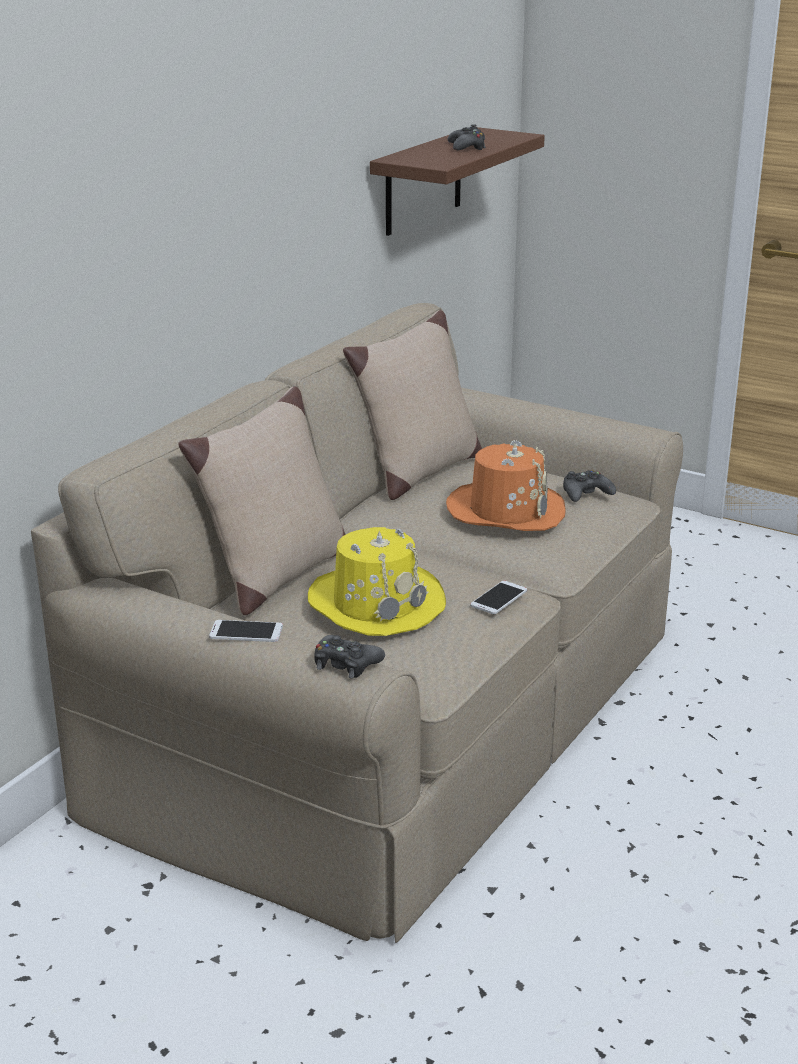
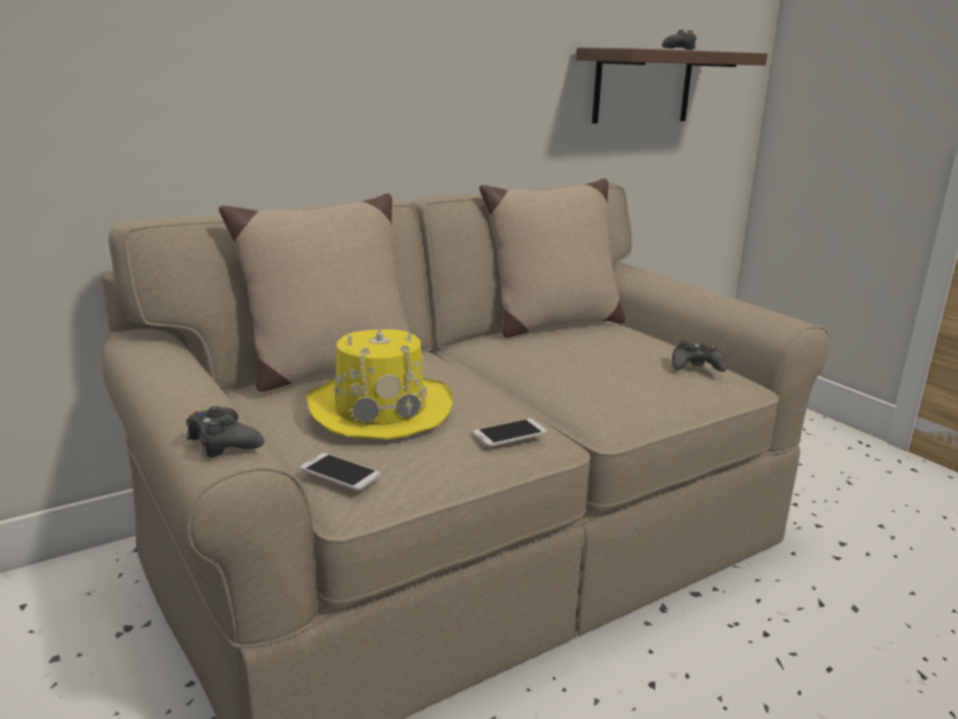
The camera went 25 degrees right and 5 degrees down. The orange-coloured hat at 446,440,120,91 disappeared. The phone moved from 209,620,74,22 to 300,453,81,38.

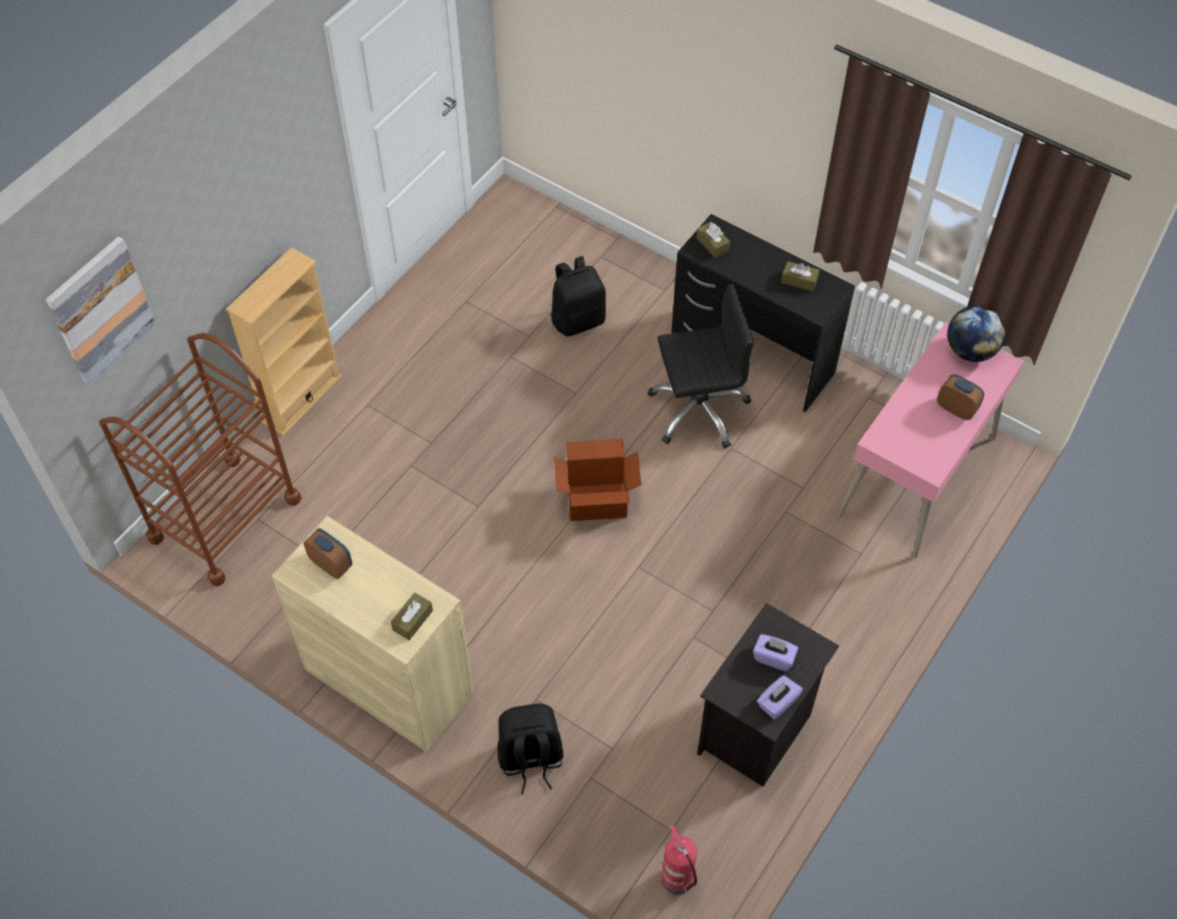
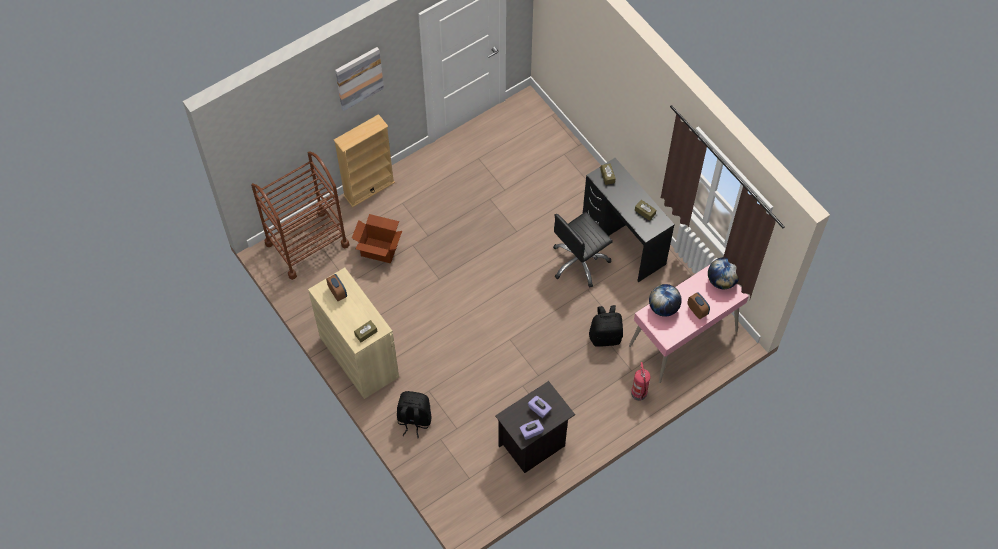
The camera went 20 degrees right and 5 degrees up. The wall art moved from 46,236,109,148 to 335,47,49,64. The blackish rucksack moved from 551,256,55,81 to 589,305,34,42. The blackish desk chair at 648,284,106,165 turned 135 degrees clockwise. The cardboard box moved from 554,439,87,82 to 352,214,50,49. The fire-fighting cylinder moved from 661,825,36,70 to 631,362,20,39. The globe at 649,284,33,33 appeared.

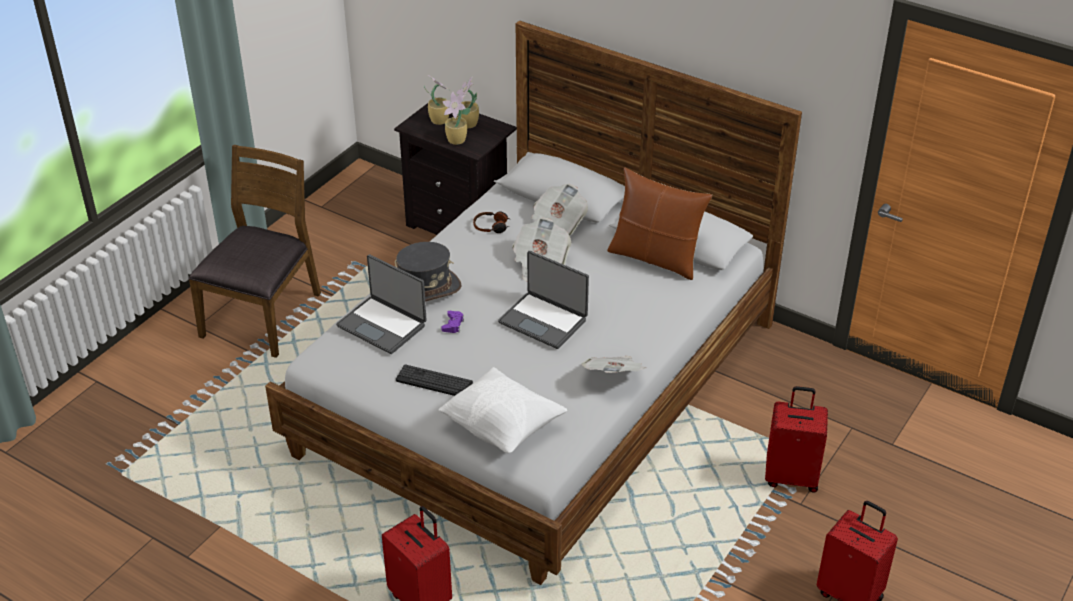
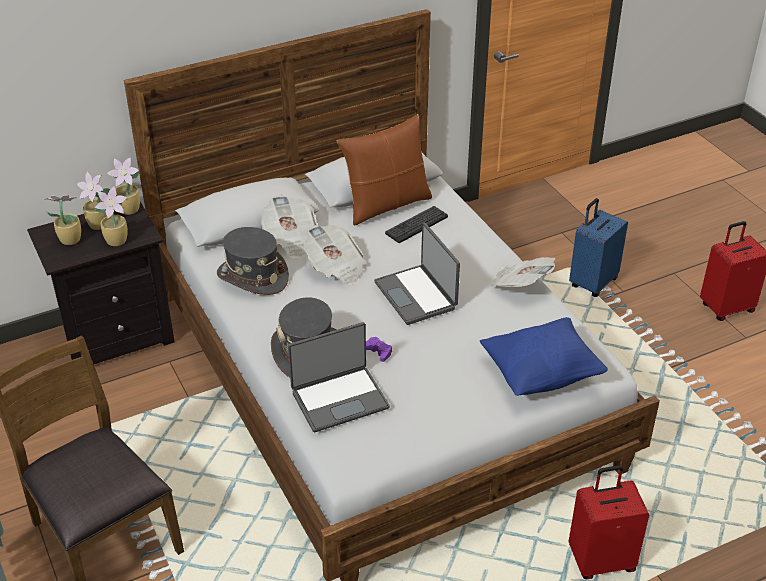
The camera went 60 degrees left and 0 degrees up. The pair of headphones at 473,211,37,22 was replaced by the greyish hat at 217,227,72,68. The portable computer at 498,251,91,98 turned 90 degrees clockwise. The keyboard moved from 396,364,77,32 to 385,206,63,37. The white-coloured pillow at 439,367,128,86 became the bluish pillow at 480,317,128,79. The red-coloured suitcase at 765,386,63,107 became the bluish suitcase at 569,198,59,99. The plant in a pot at 107,158,33,57 appeared.

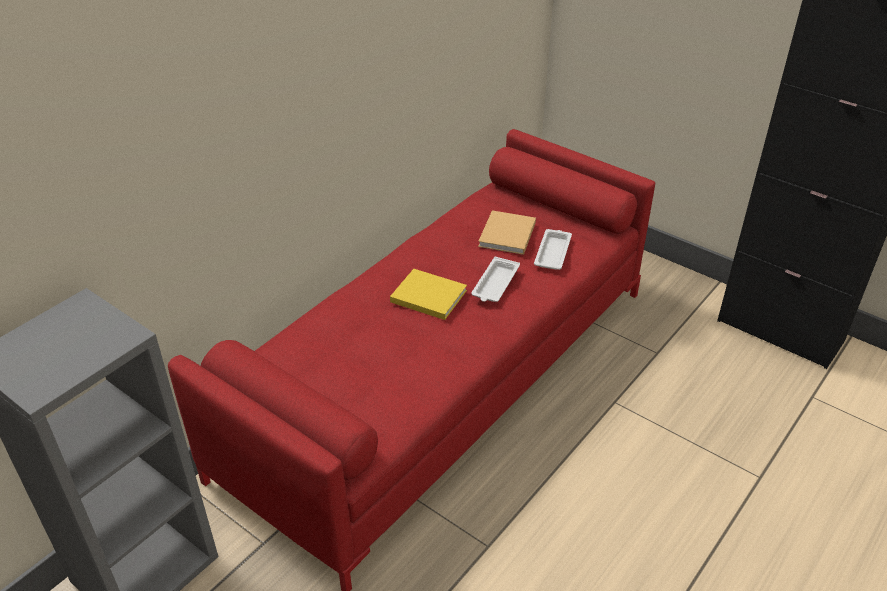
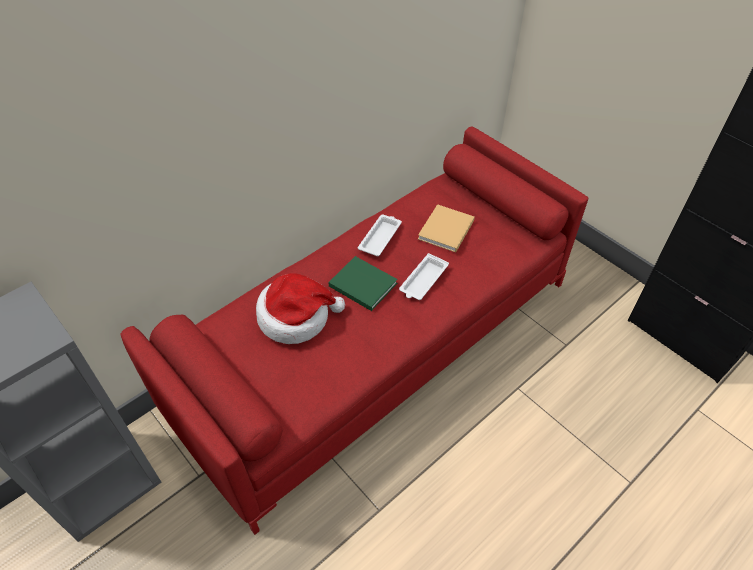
The camera went 10 degrees right and 10 degrees up. The white-coloured serving tray moved from 534,229,38,41 to 358,214,44,42. The yellow bound book at 390,269,77,51 became the green bound book at 328,256,70,55. The hat at 256,273,89,71 appeared.

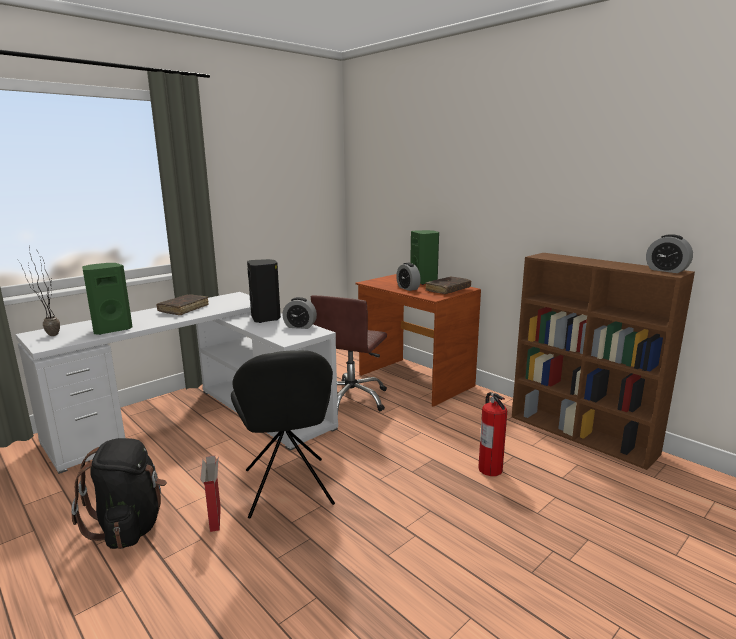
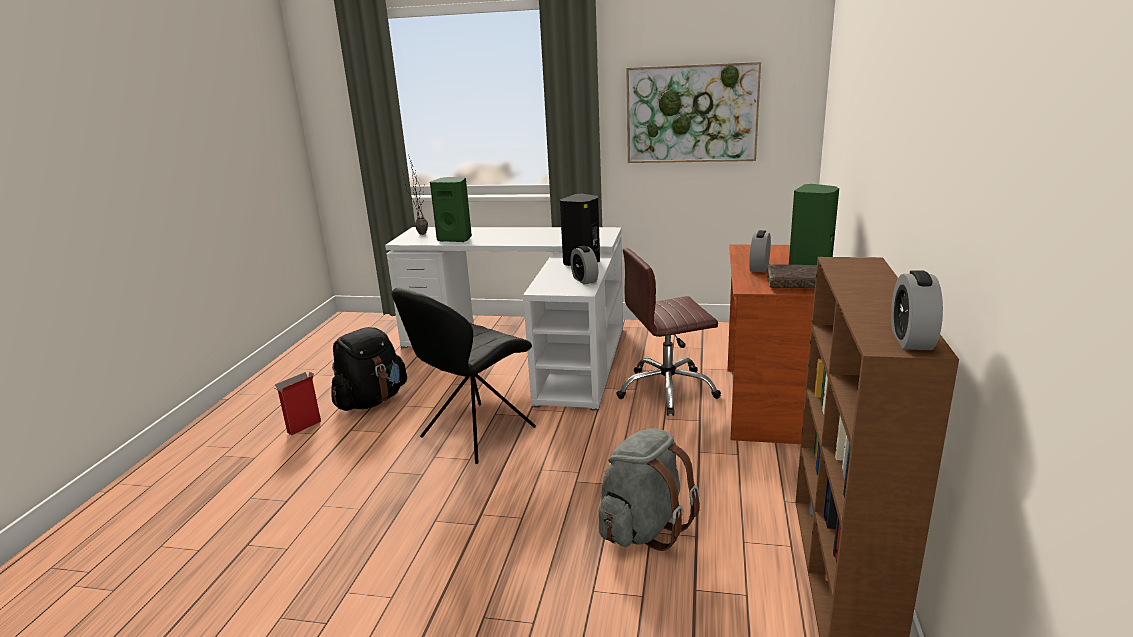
The camera went 55 degrees right and 5 degrees up. The brownish bound book at 156,294,53,21 disappeared. The fire-fighting cylinder at 478,392,29,84 was replaced by the greyish rucksack at 599,428,101,123. The cardboard box moved from 200,456,21,76 to 273,372,48,63. The wall art at 626,62,135,101 appeared.

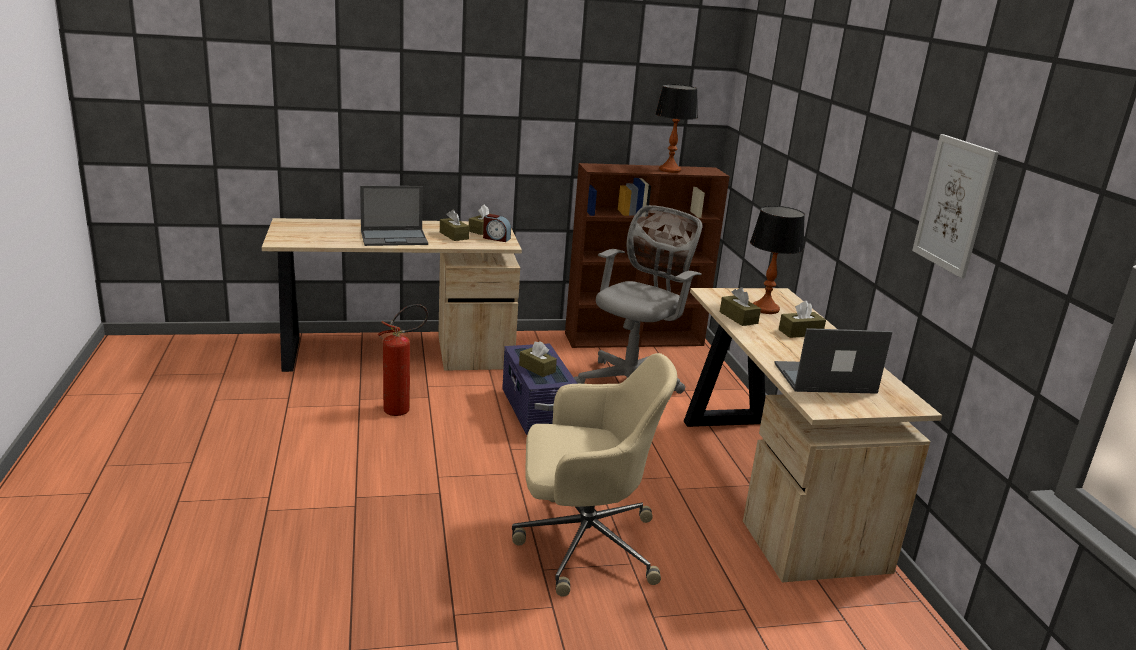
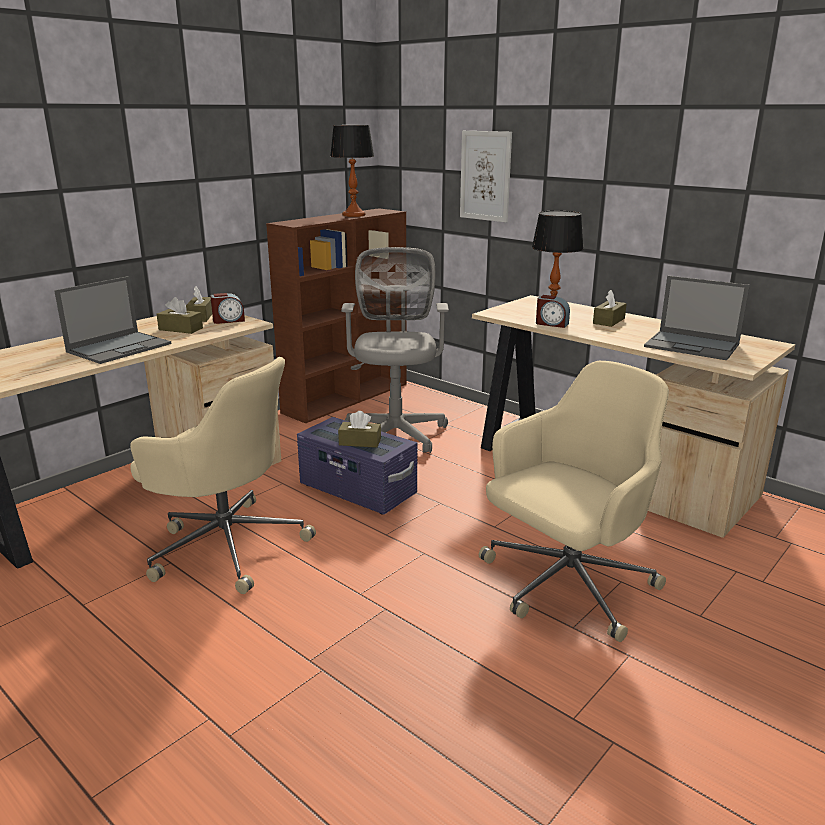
The camera went 35 degrees left and 0 degrees up. The wall art moved from 912,134,87,145 to 460,131,52,91. The brownish tissue holder at 720,287,41,39 was replaced by the table clock at 536,295,34,33. The fire-fighting cylinder at 378,304,50,112 was replaced by the beige desk chair at 130,357,186,237. The portable computer at 774,328,118,66 turned 105 degrees counterclockwise.

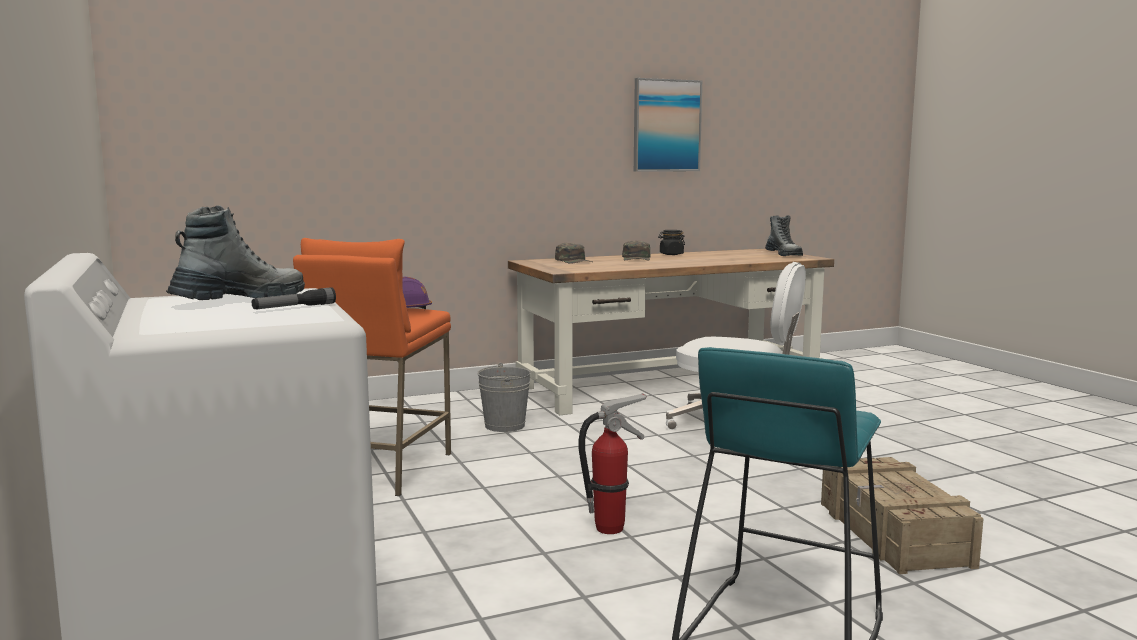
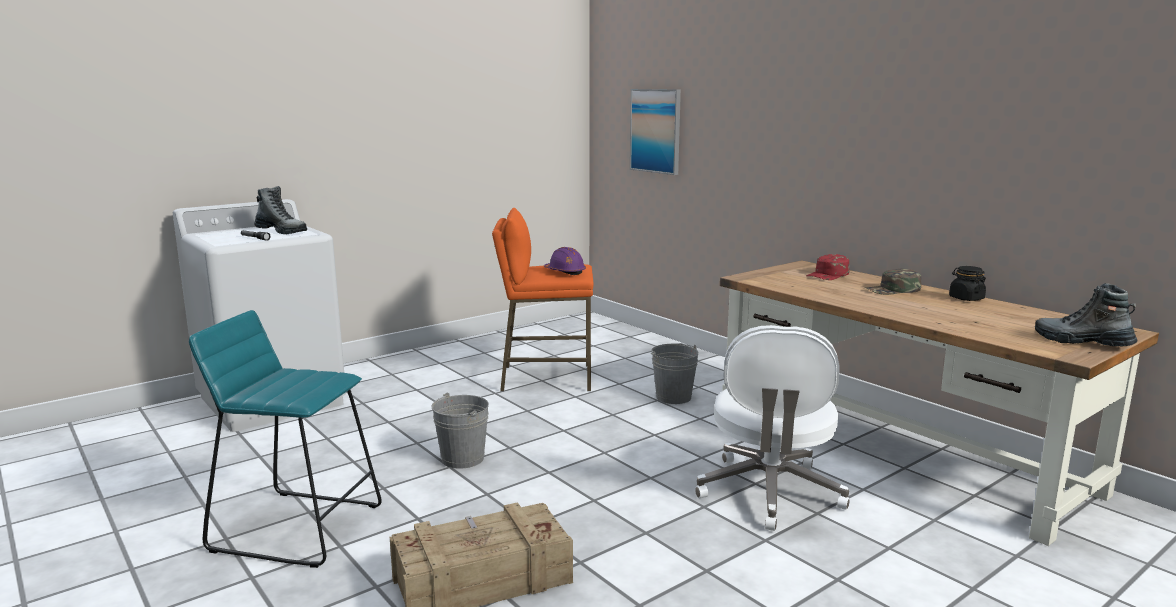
The camera went 75 degrees right and 5 degrees up. The wall art moved from 634,78,68,94 to 630,89,51,86. The boot at 765,215,38,41 turned 75 degrees clockwise. The green cap at 555,243,37,21 became the red-coloured cap at 806,254,44,26. The fire-fighting cylinder at 579,393,68,141 was replaced by the greyish bucket at 432,392,57,77.

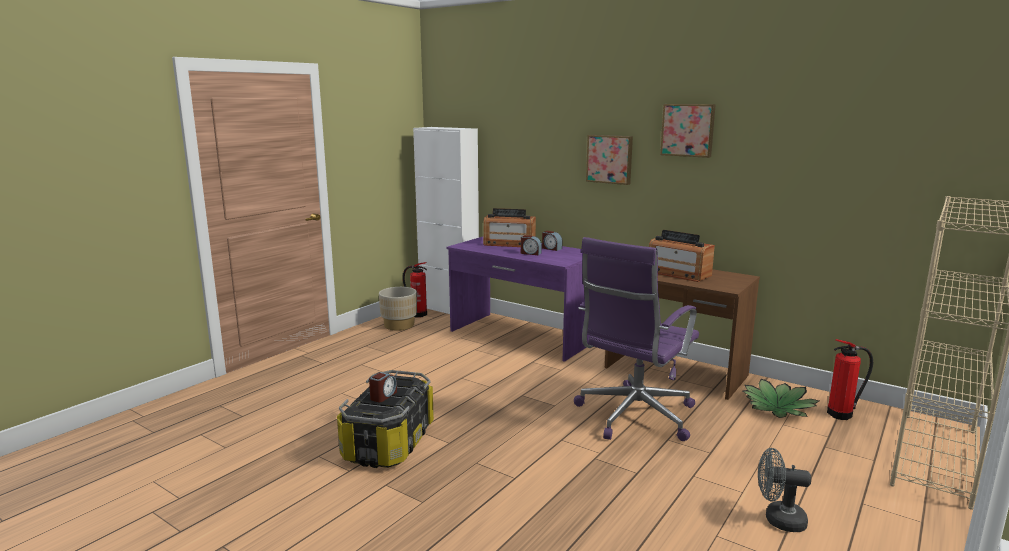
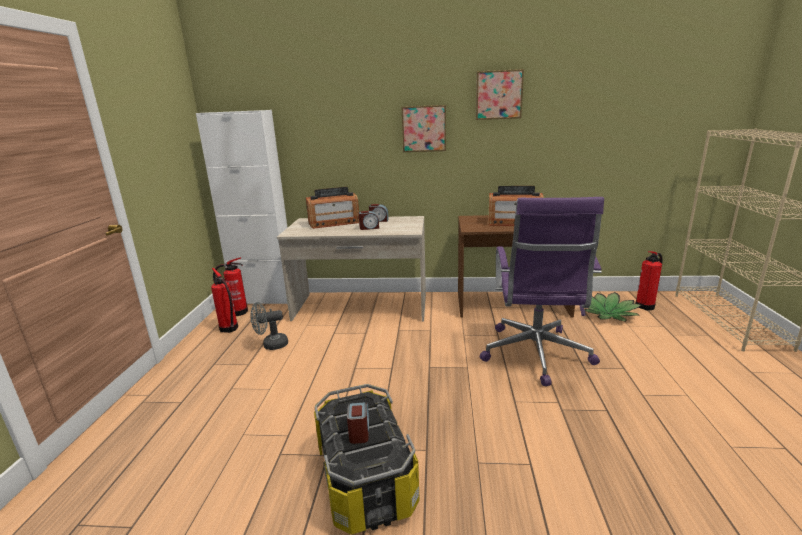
The camera went 30 degrees left and 5 degrees up. The purplish desk at 447,237,144,125 became the beige desk at 277,216,149,106. The beige flower pot at 379,287,38,43 was replaced by the fire-fighting cylinder at 211,268,27,65. The greyish fan moved from 758,448,53,84 to 251,302,37,48.

